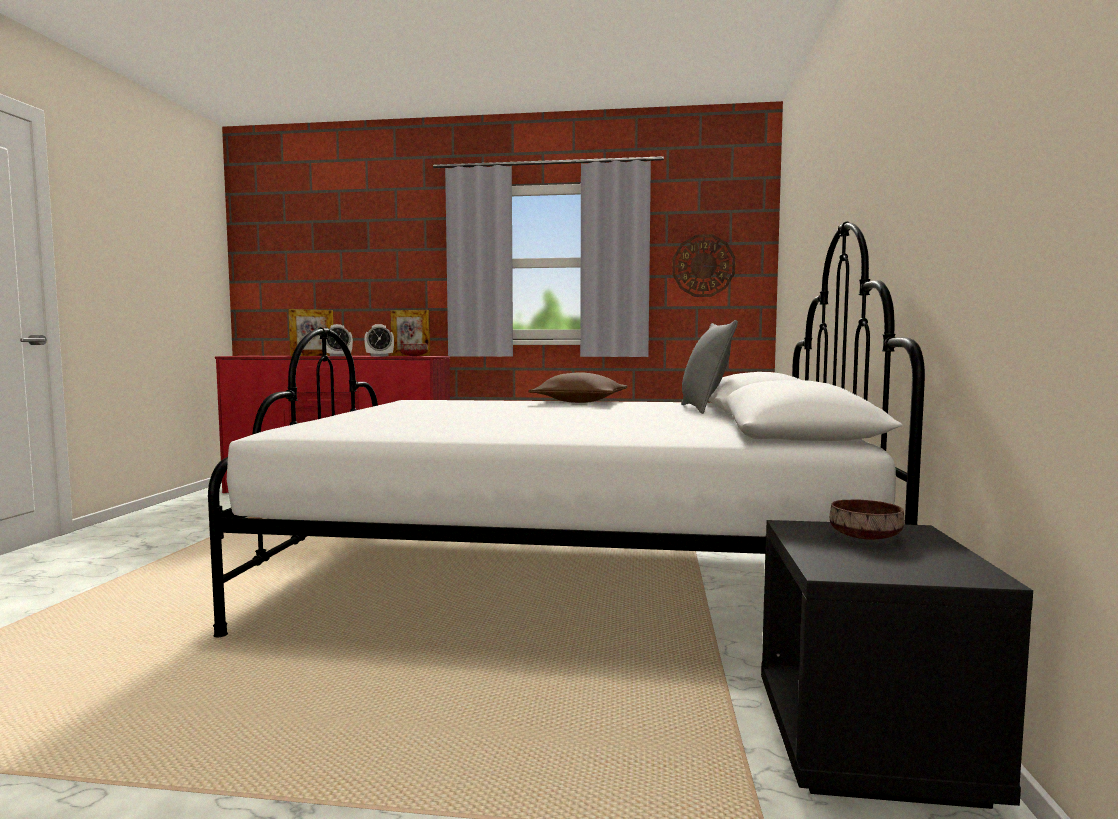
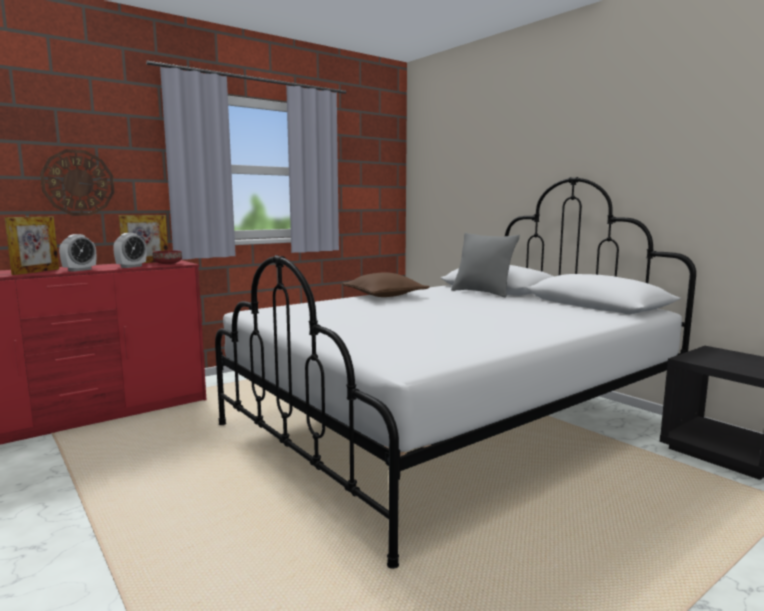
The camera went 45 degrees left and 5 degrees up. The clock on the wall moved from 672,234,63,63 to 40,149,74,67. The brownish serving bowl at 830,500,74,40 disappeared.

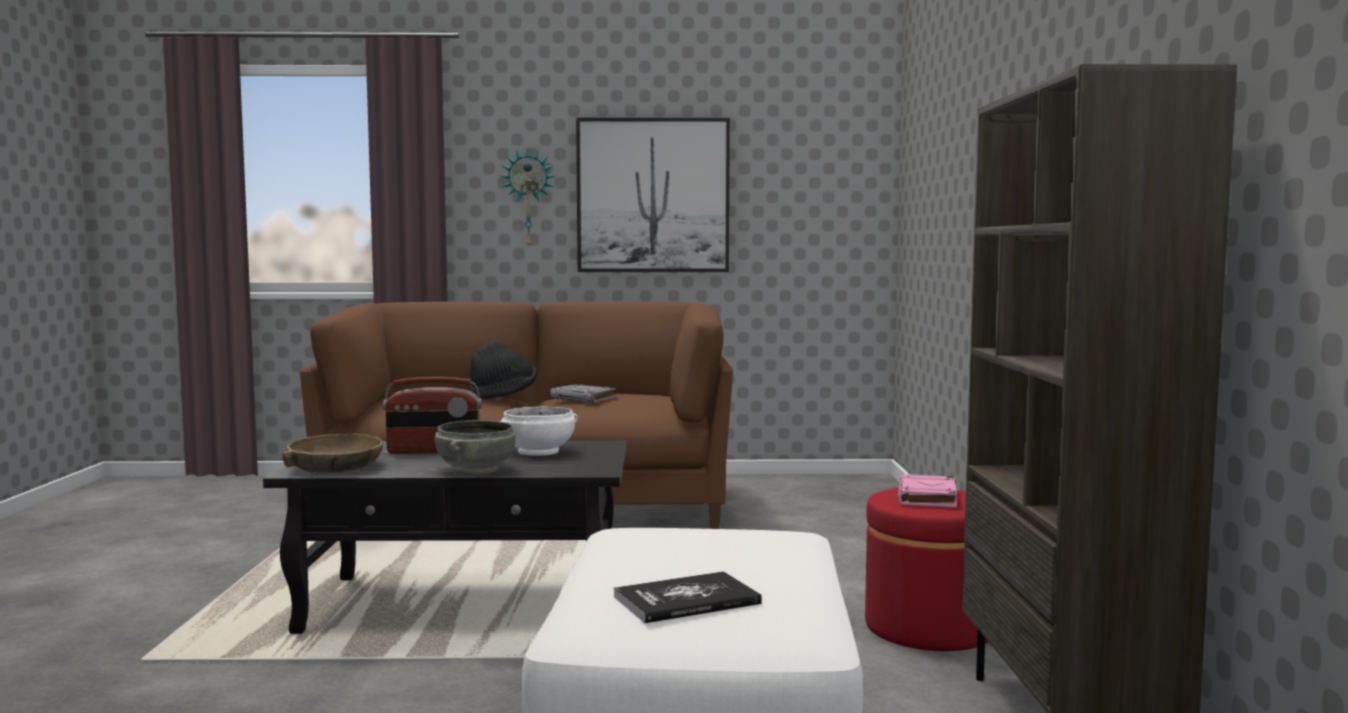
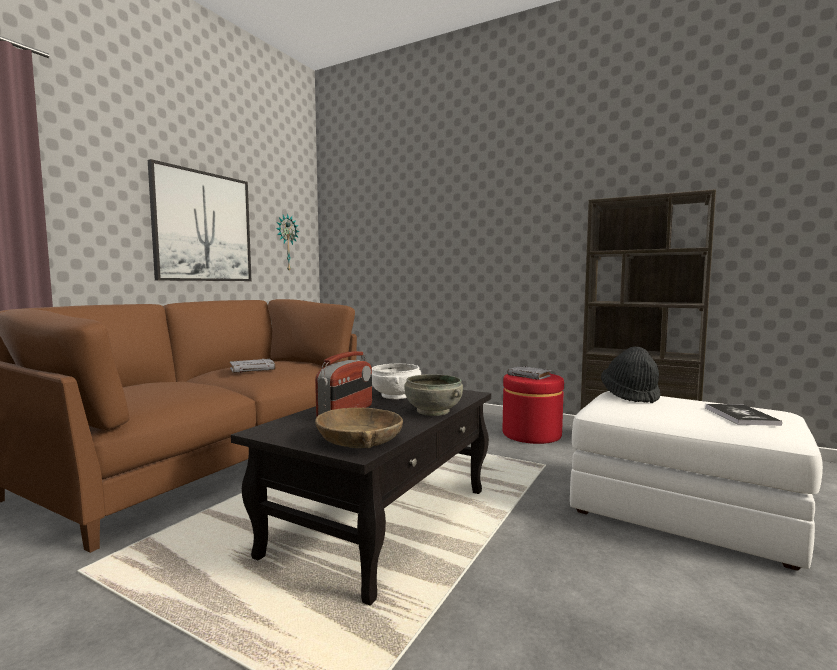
The camera went 60 degrees left and 0 degrees up. The clock on the wall moved from 500,148,56,99 to 276,213,23,58. The blackish hat moved from 469,341,68,58 to 601,346,60,57. The pink bound book at 898,474,60,34 became the greyish bound book at 508,366,43,14.

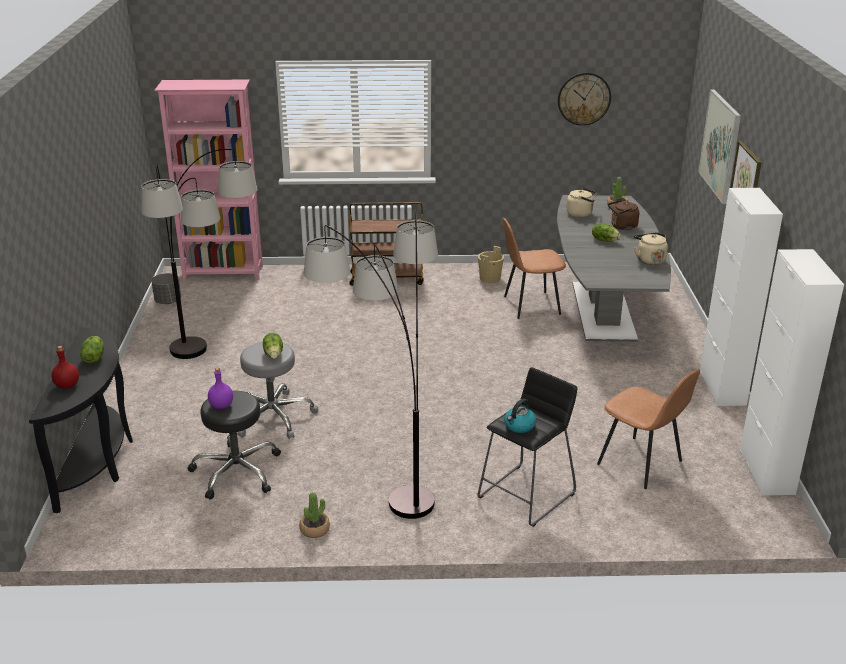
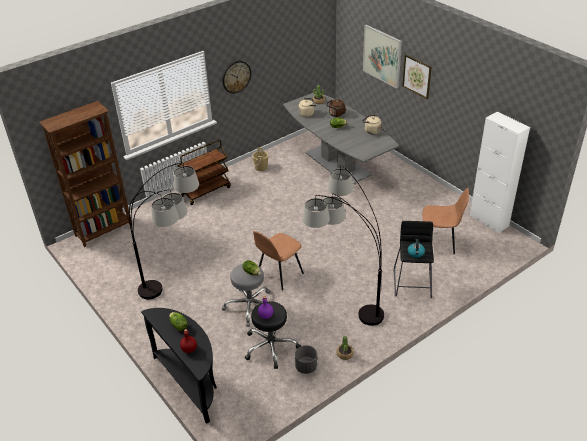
The camera went 35 degrees left and 10 degrees up. The clock on the wall moved from 558,72,53,54 to 222,61,29,33. The pink shelving unit at 154,80,109,201 became the brownish shelving unit at 39,101,92,146. The white-coloured cabinet at 700,188,83,218 disappeared. The brownish plain chair moved from 502,218,64,101 to 253,231,51,59. The greyish flower pot moved from 151,273,30,31 to 295,345,22,29.

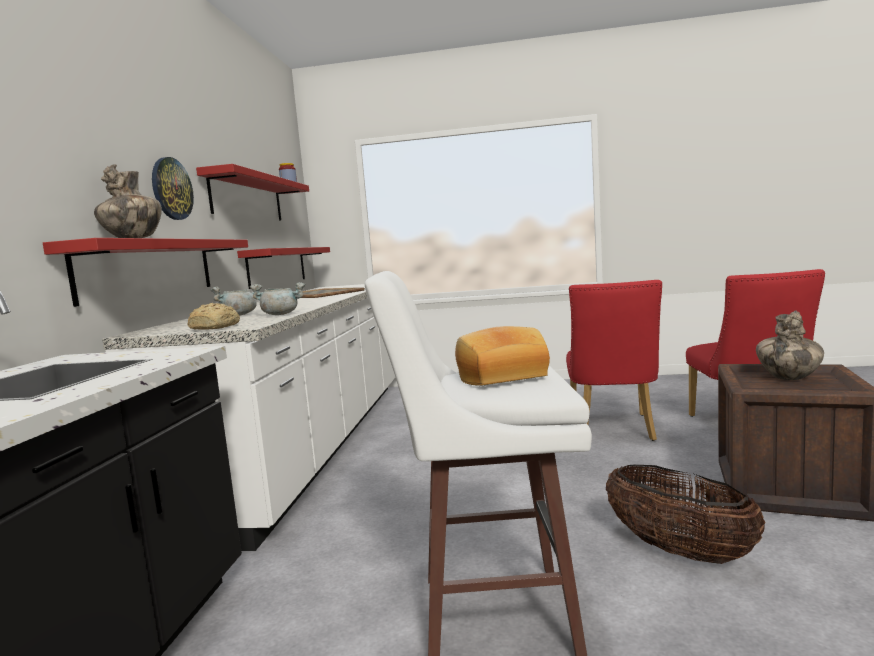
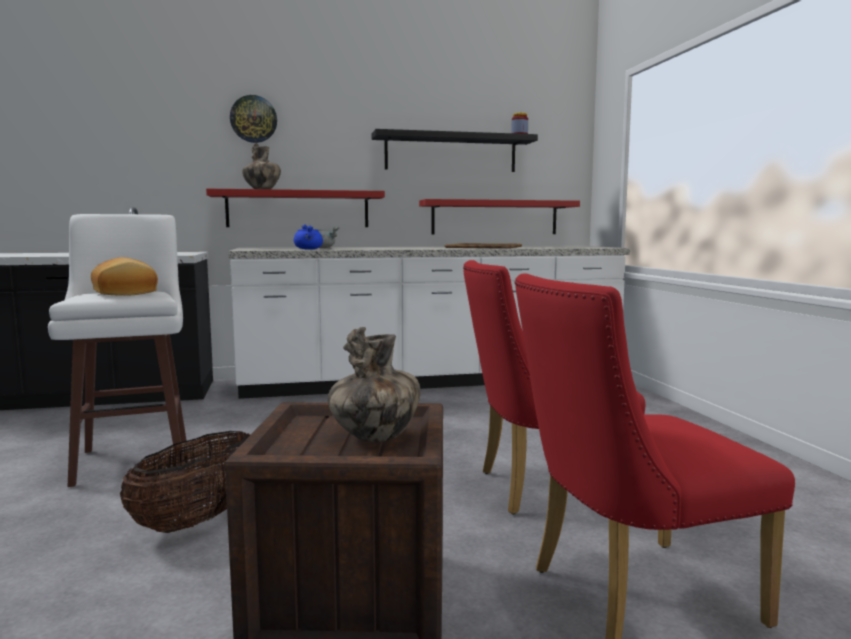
The camera went 70 degrees right and 0 degrees up. The clock on the wall moved from 152,157,42,63 to 230,95,47,48. The red-coloured bracket shelf at 196,164,113,57 became the blackish bracket shelf at 372,129,166,43. The greyish cooking pot at 250,282,55,33 became the bluish cooking pot at 294,224,29,26. The baked bread at 187,303,53,27 disappeared.

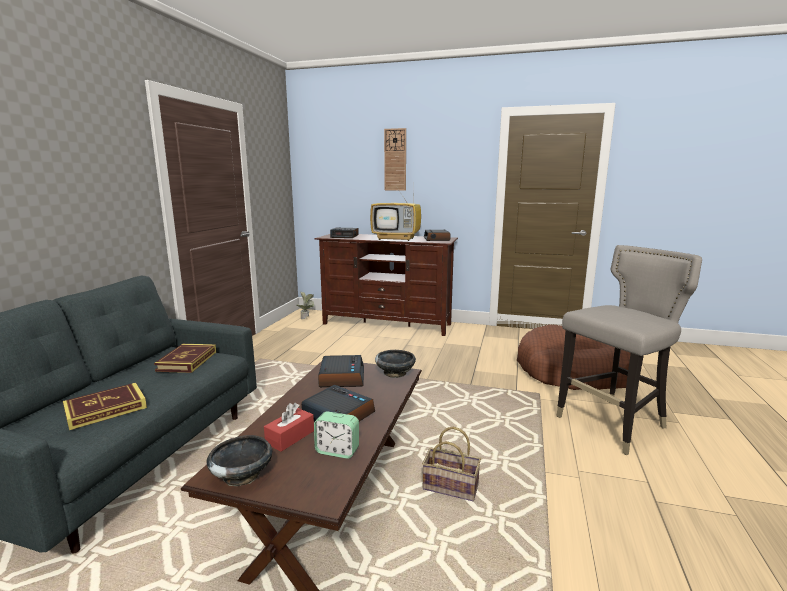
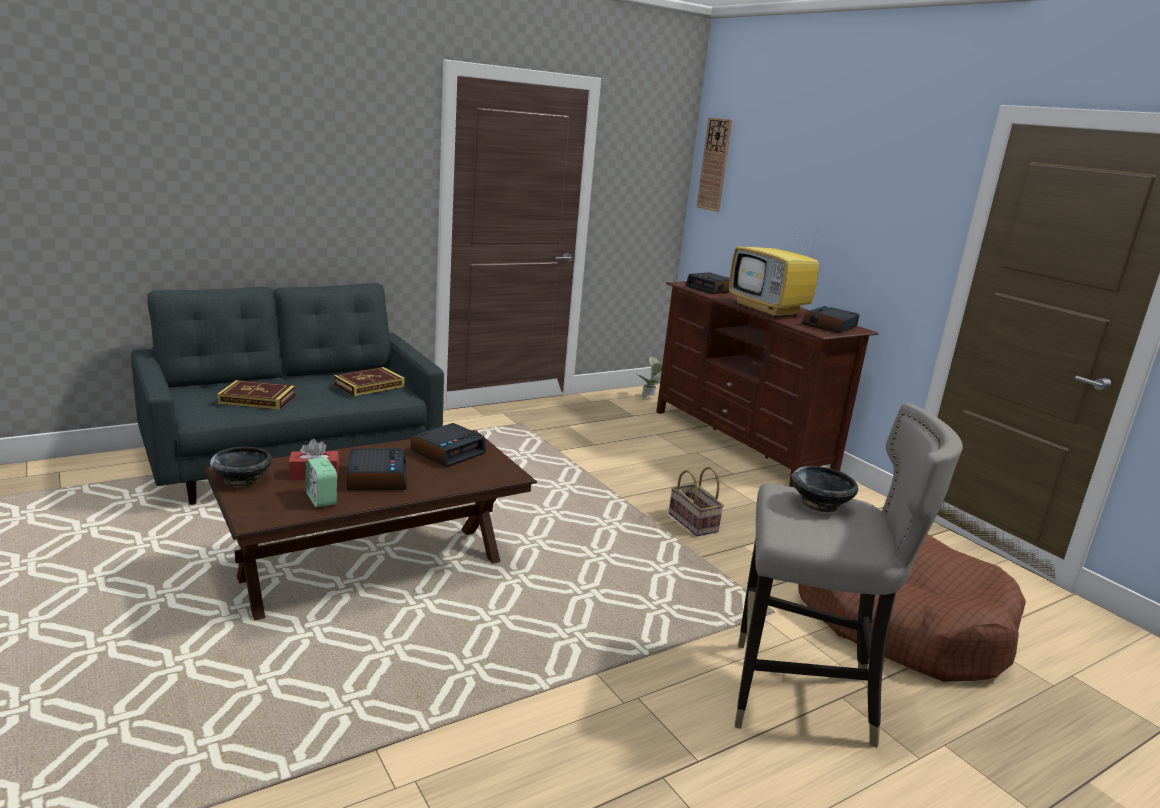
The camera went 40 degrees right and 5 degrees up. The clock on the wall moved from 384,128,22,63 to 696,118,36,94. The blackish serving bowl moved from 375,350,41,28 to 792,466,66,46. The storage basket moved from 422,427,59,74 to 669,467,55,69.

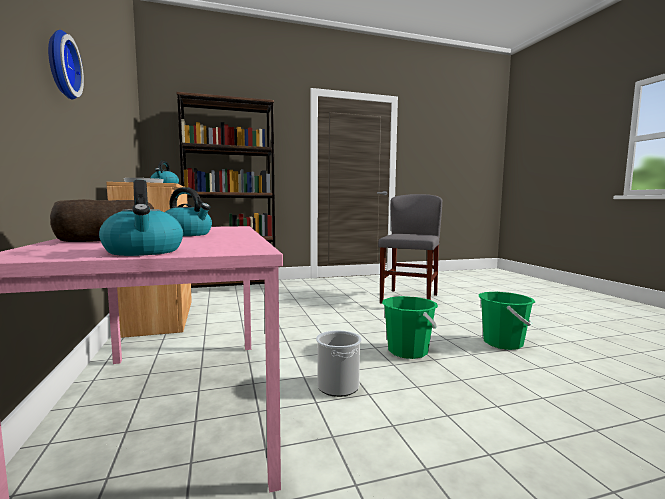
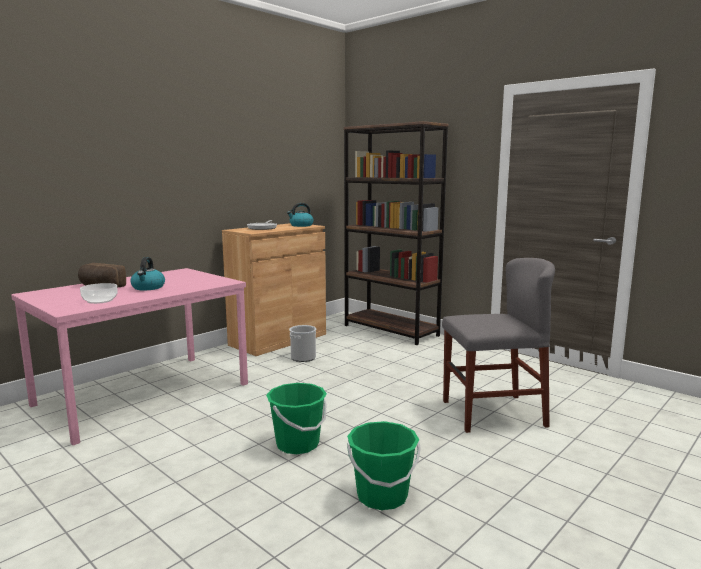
The camera went 60 degrees right and 5 degrees up. The clock on the wall at 48,30,36,70 disappeared. The kettle at 99,180,84,76 disappeared. The bucket moved from 316,330,46,67 to 289,325,27,37. The serving bowl at 80,283,37,21 appeared.

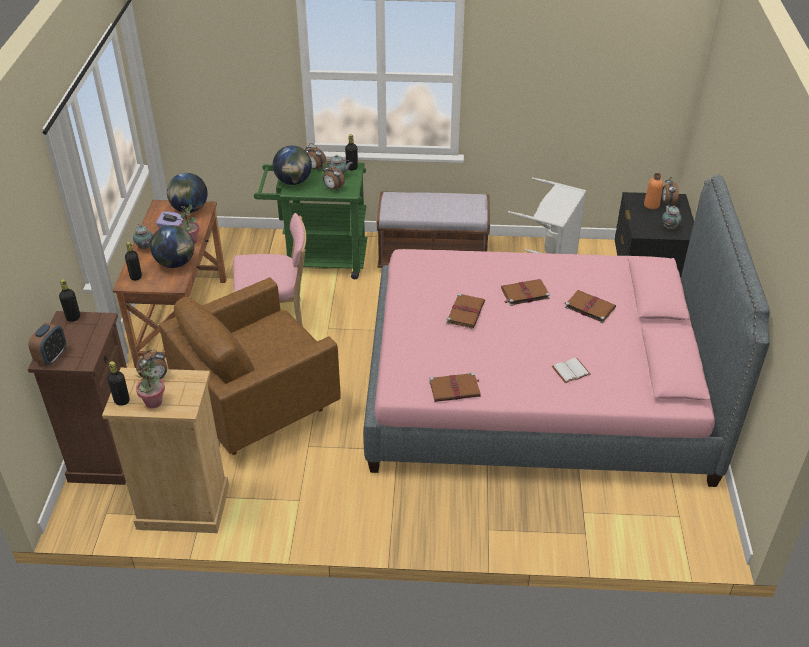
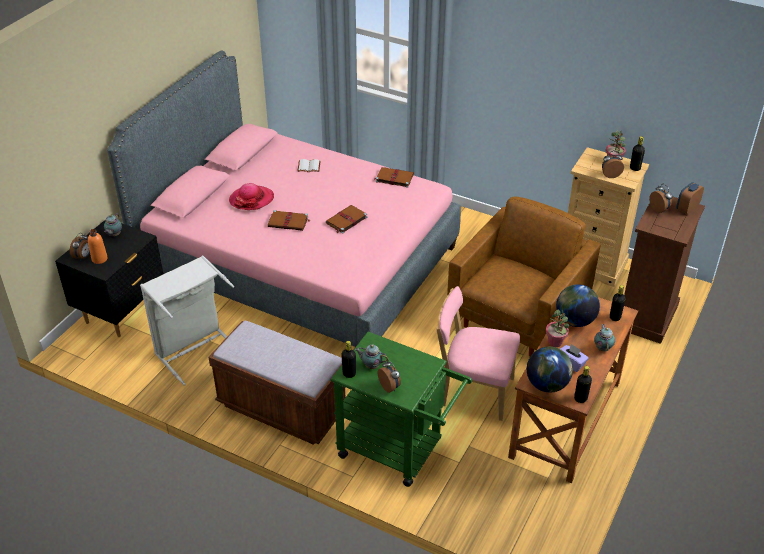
The camera went 155 degrees left and 0 degrees up. The globe at 273,146,39,39 disappeared. The table clock moved from 323,163,22,28 to 649,184,23,29. The brownish lounge chair at 159,278,182,177 turned 45 degrees counterclockwise. The blackish bottle moved from 59,279,21,43 to 574,366,18,37. The brownish bound book at 564,290,52,33 was replaced by the hat at 229,183,45,27.

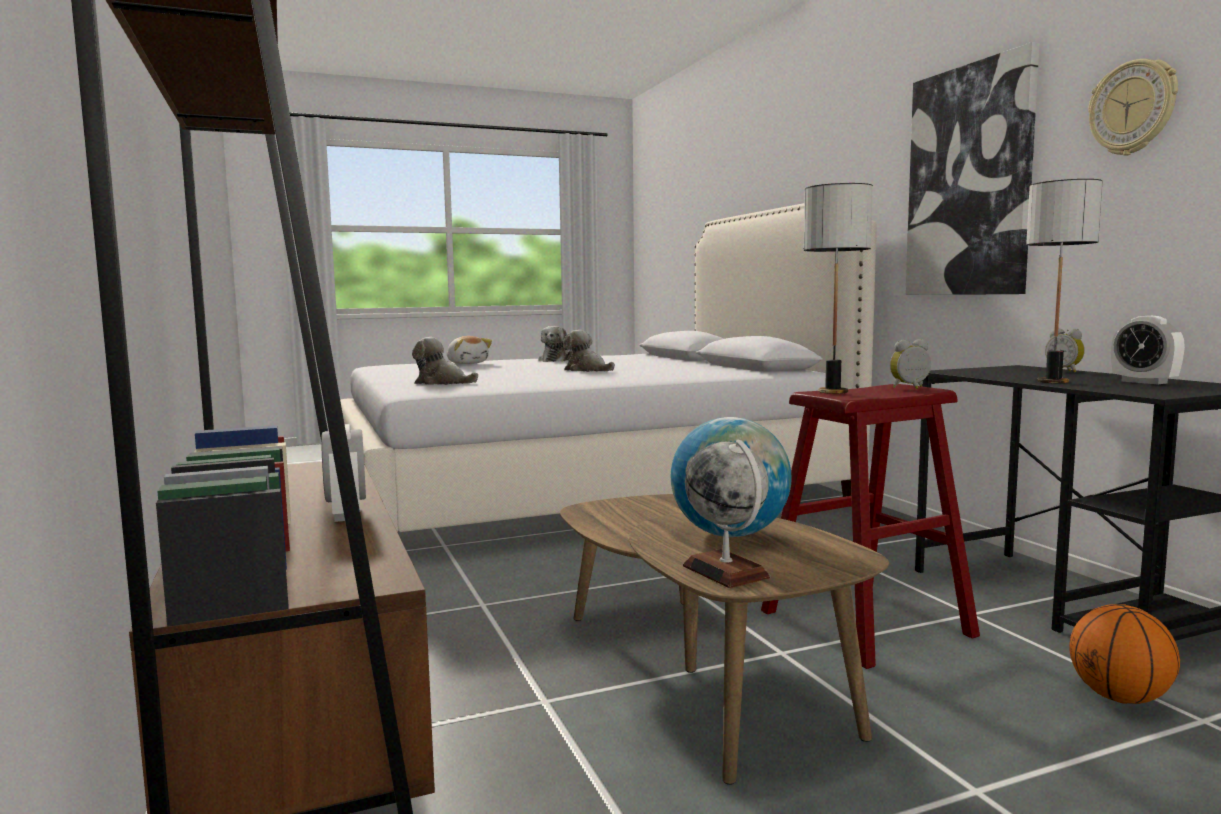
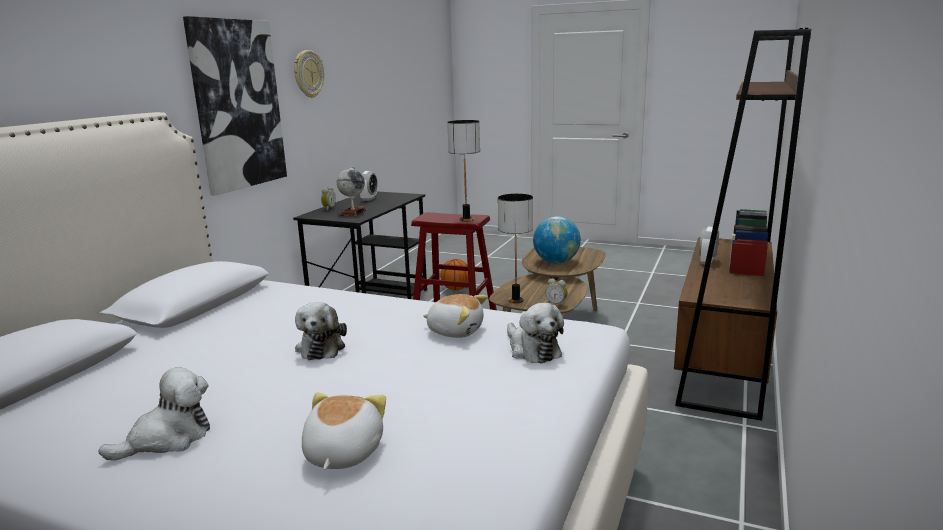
The camera went 135 degrees left and 10 degrees up. The table lamp moved from 1026,179,76,204 to 498,194,35,109. The table clock moved from 890,339,41,50 to 545,278,23,29. The globe moved from 683,440,87,148 to 337,166,29,50. The soft toy at 423,294,64,44 appeared.

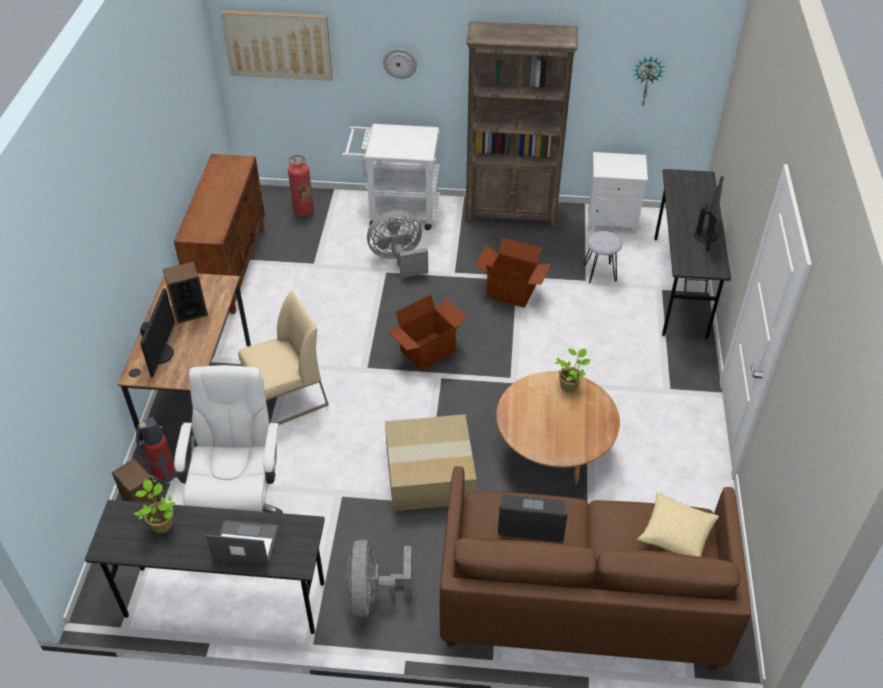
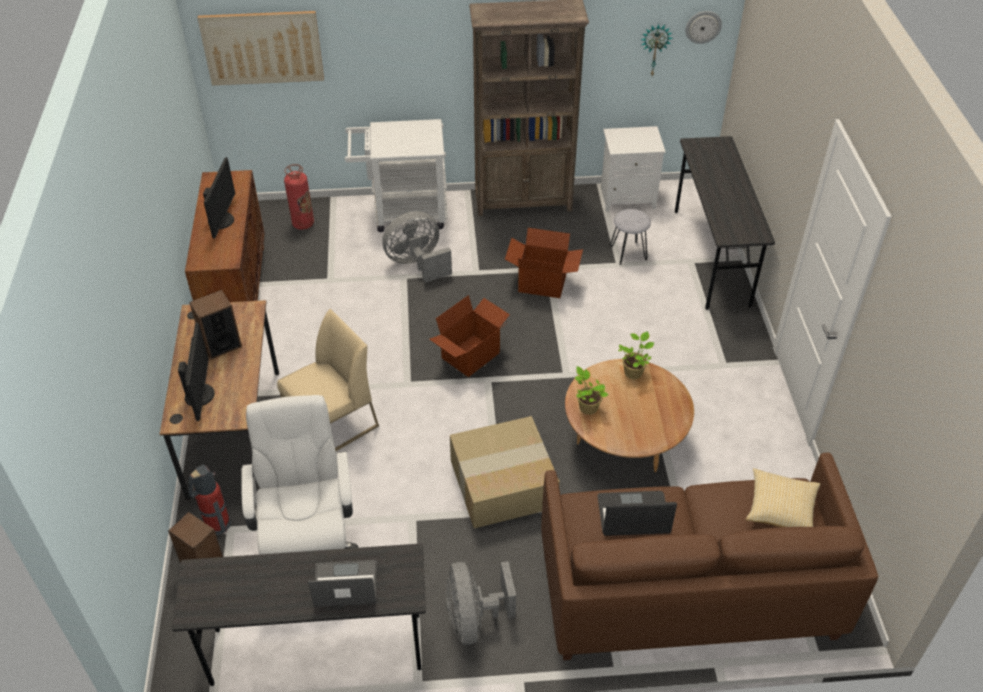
The camera went 10 degrees left and 0 degrees up. The clock on the wall moved from 383,49,34,30 to 685,11,37,33. The computer display moved from 694,176,30,76 to 203,157,32,82. The plant in a pot moved from 134,479,42,54 to 575,366,33,49.

